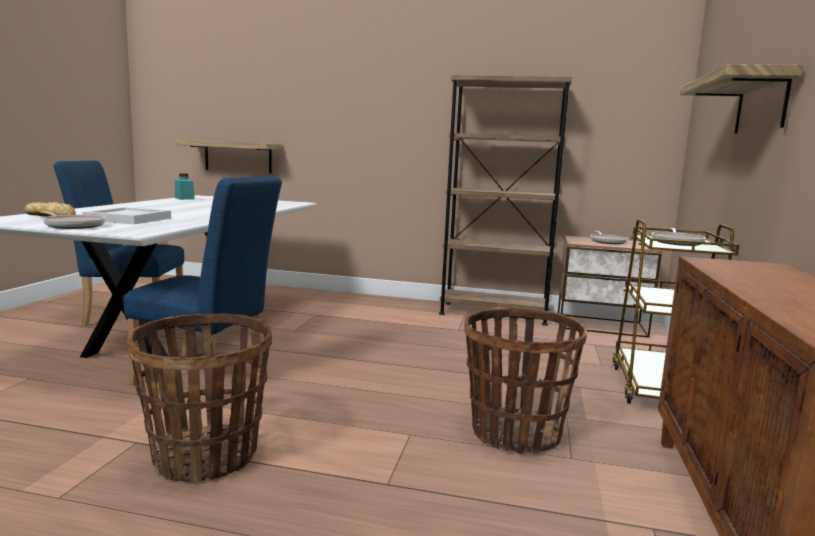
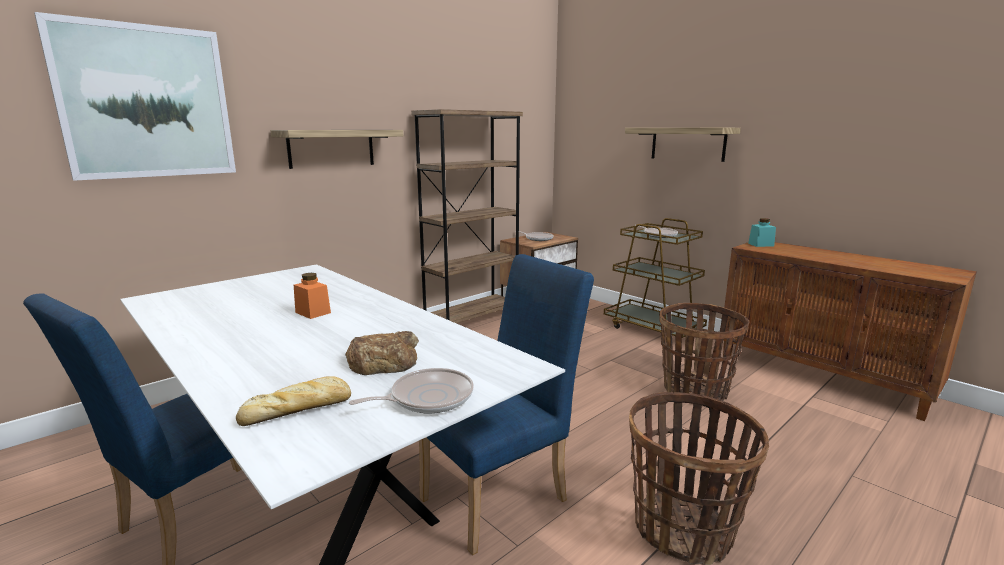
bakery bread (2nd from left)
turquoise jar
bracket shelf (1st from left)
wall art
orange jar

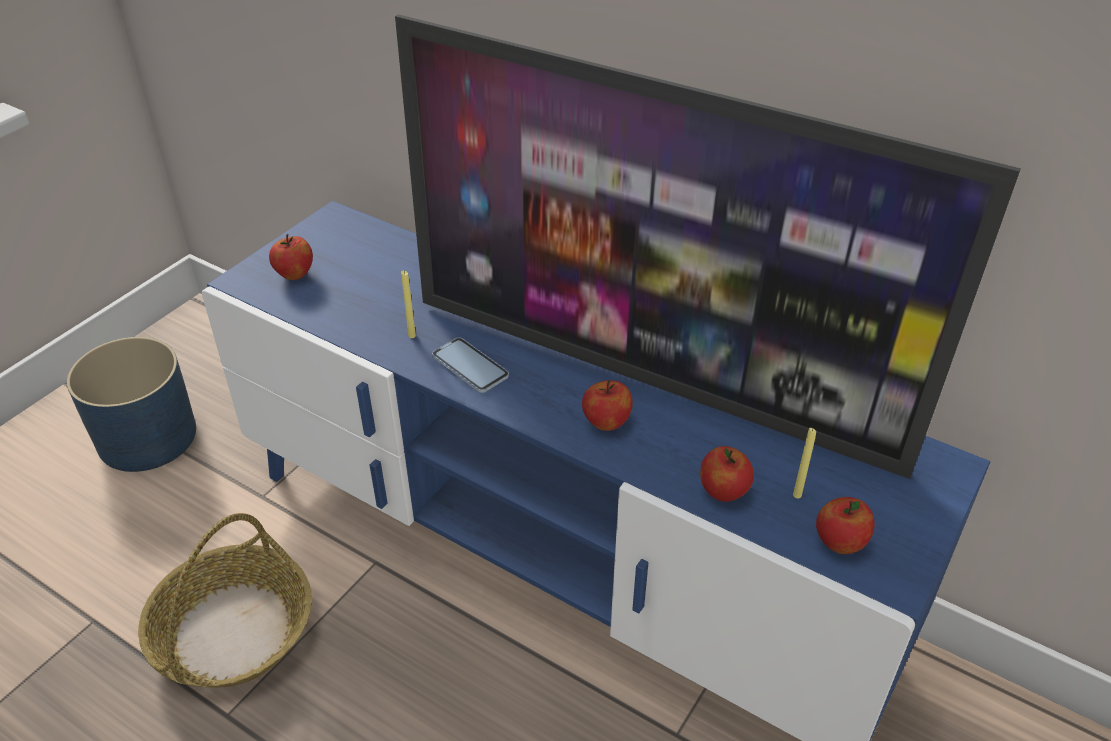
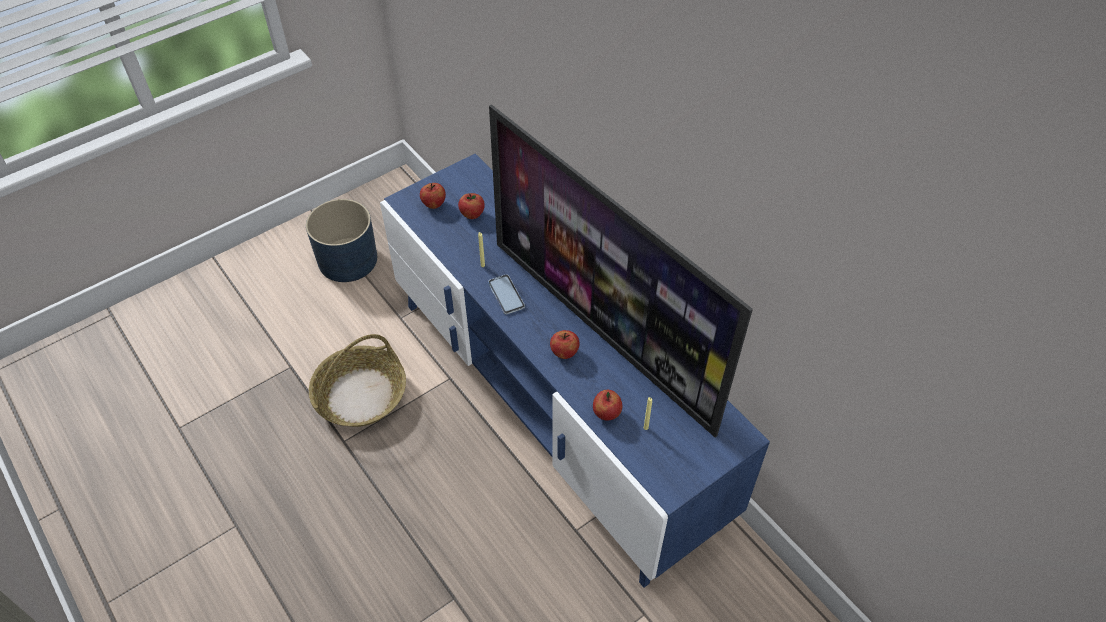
apple (2nd from left)

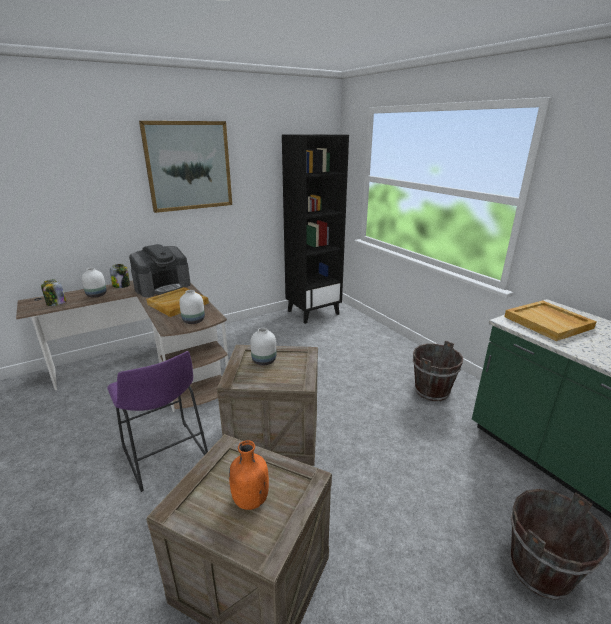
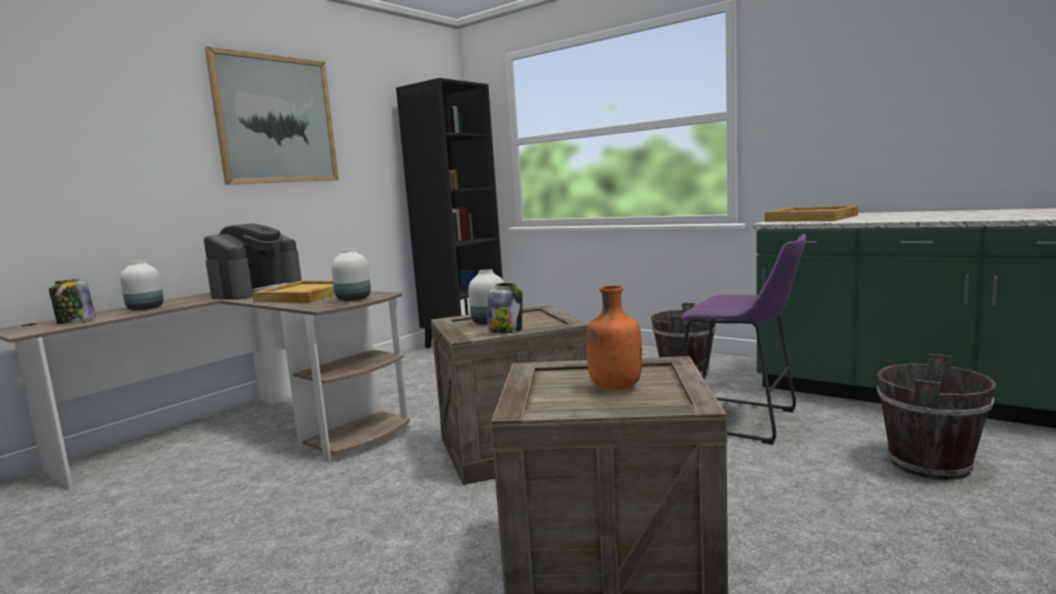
purple-coloured stool
jar (2nd from left)

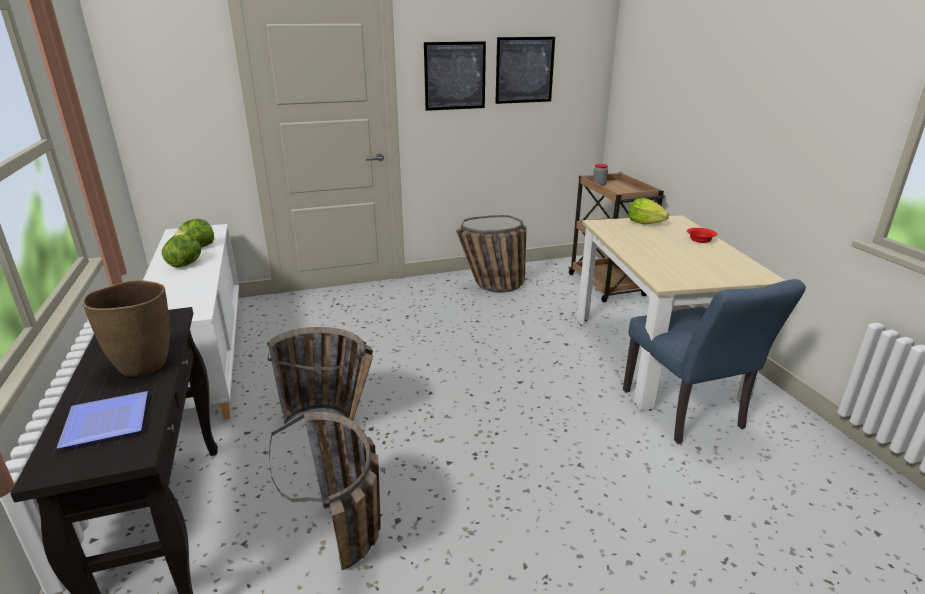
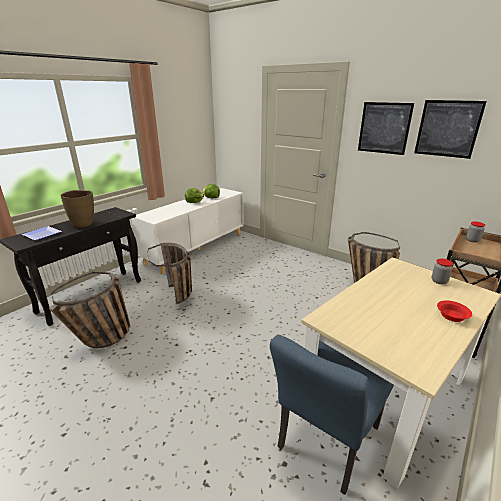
jar (1st from left)

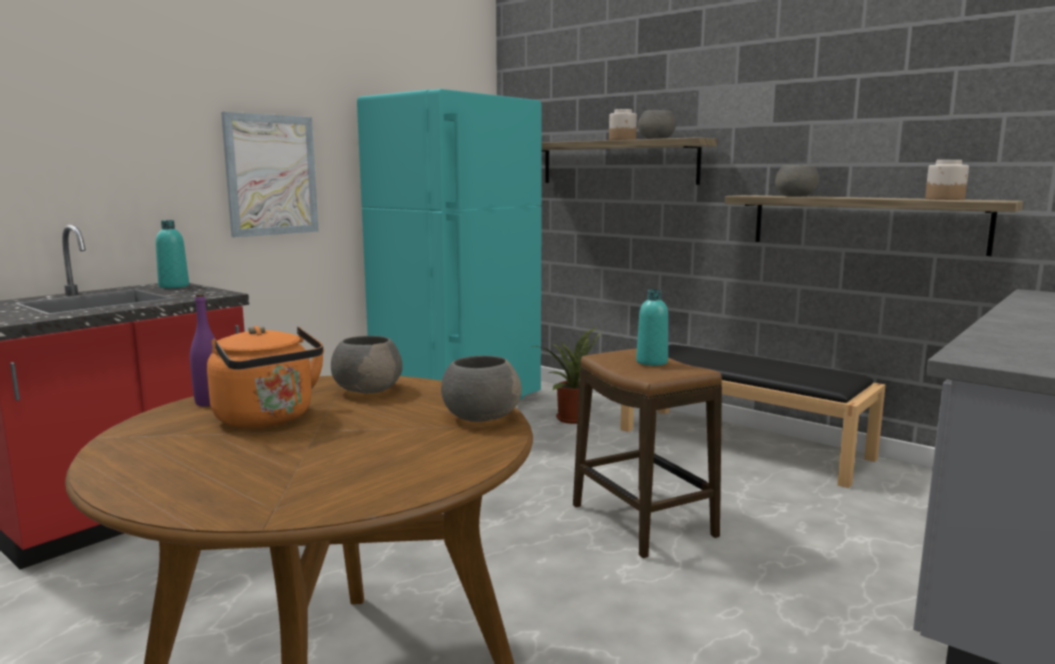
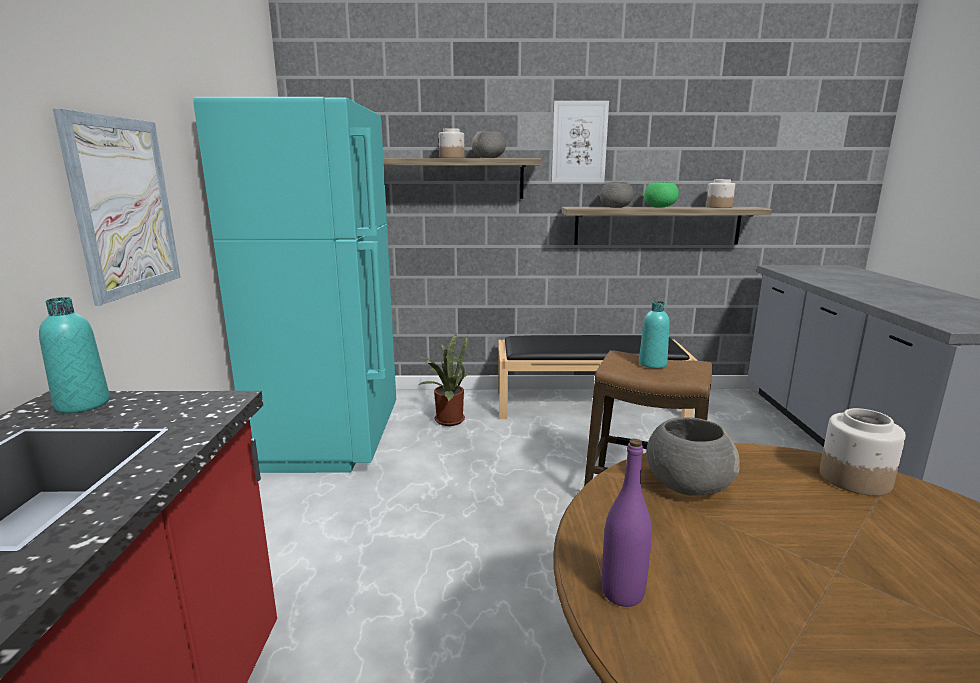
orange tea kettle
jar (3rd from left)
wall art (2nd from left)
green-coloured serving bowl

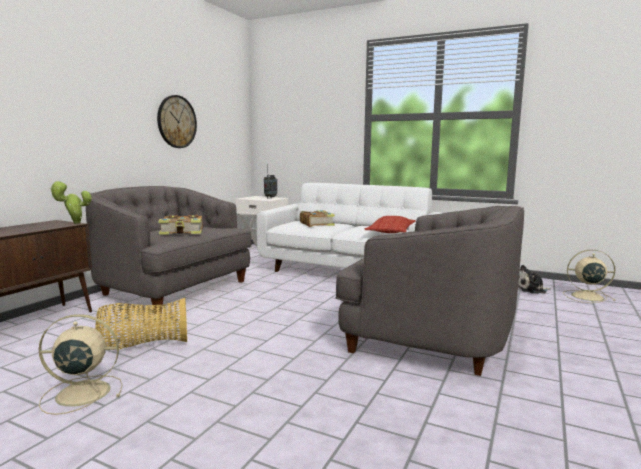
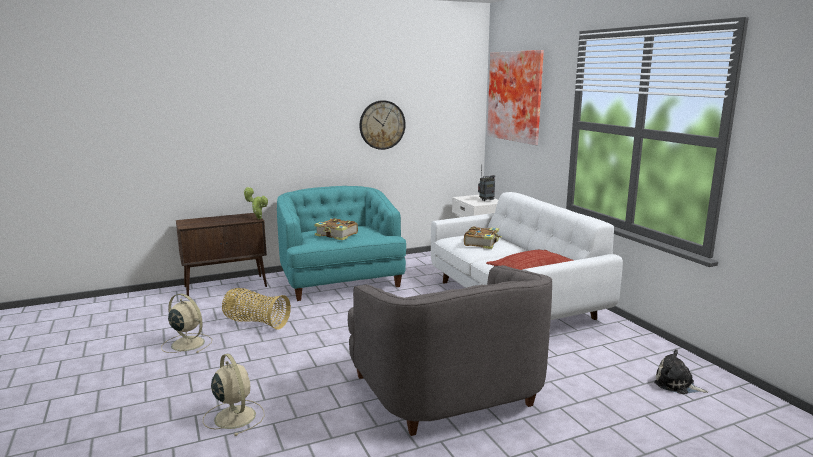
turquoise easy chair
sand-coloured cooling fan (2nd from left)
wall art

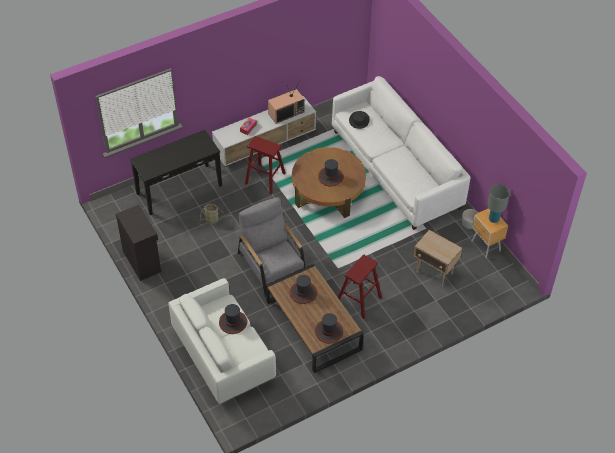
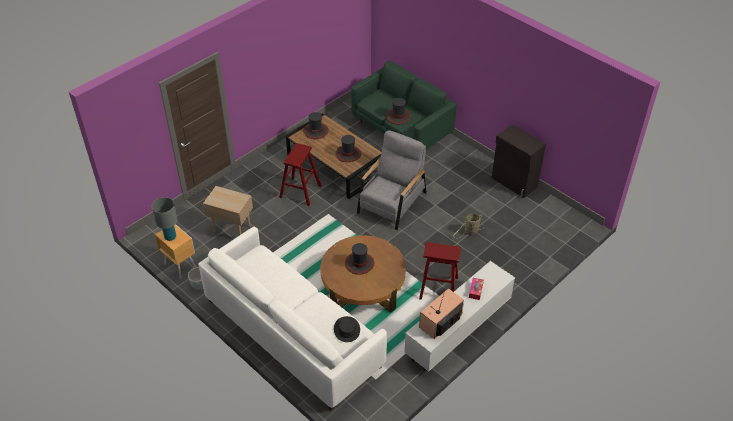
black-coloured console table
green-coloured couch
gray easy chair

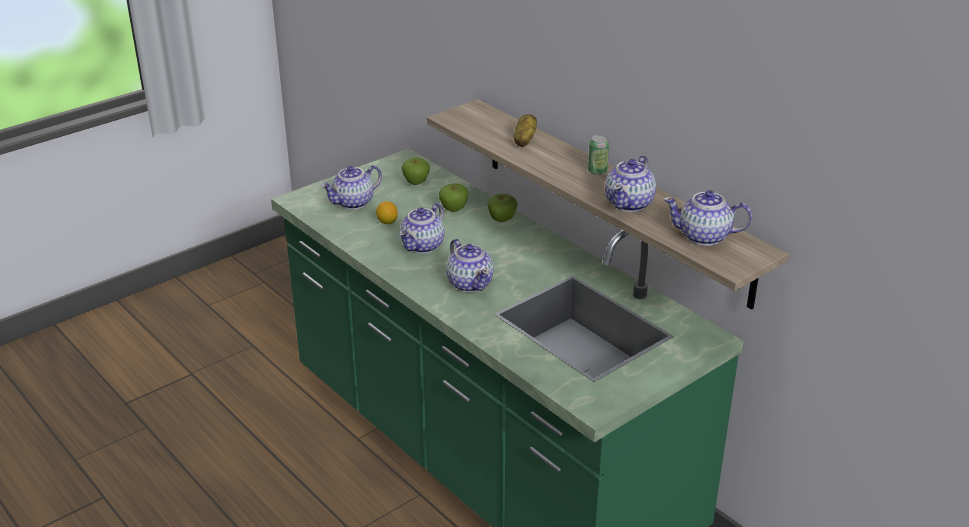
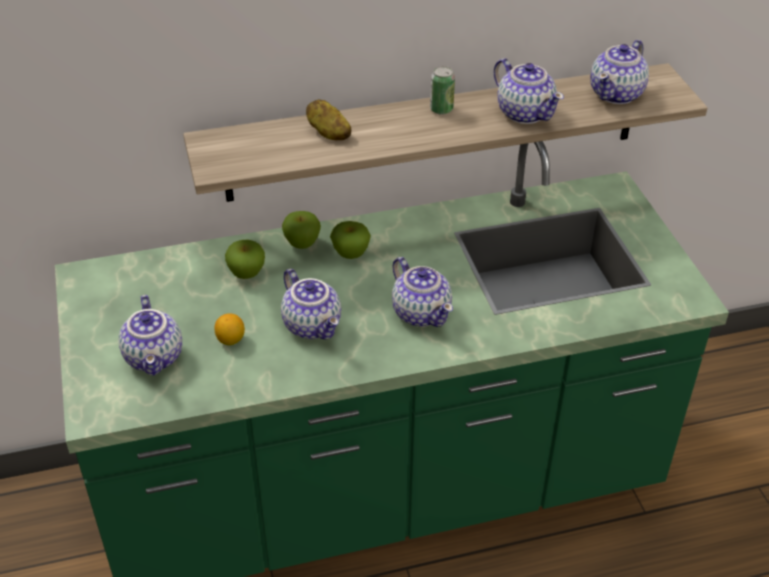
apple (3rd from left)
teapot (3rd from left)

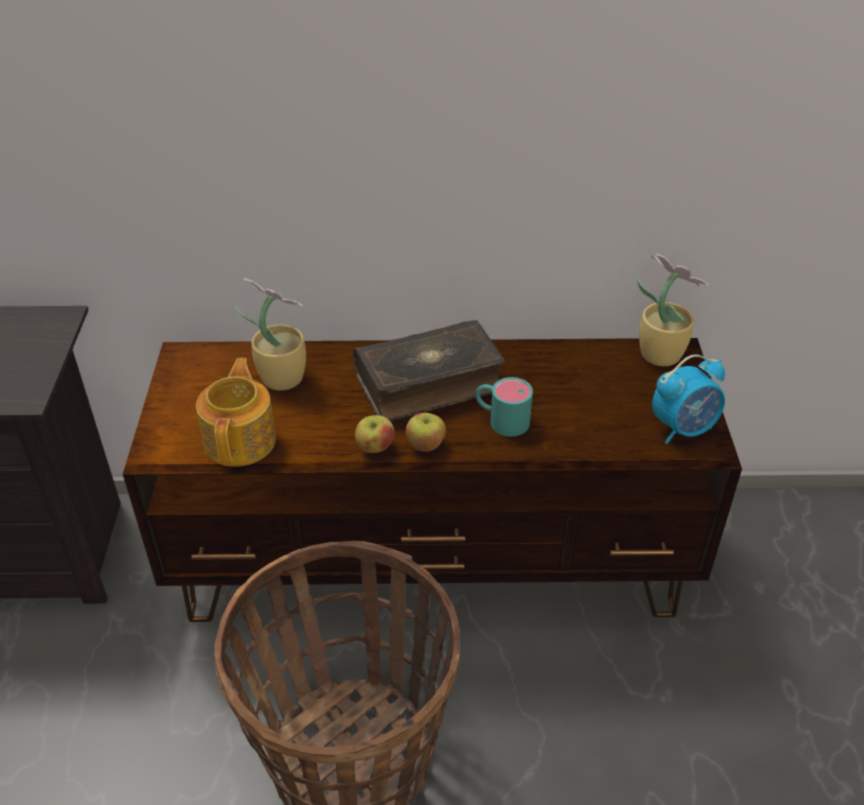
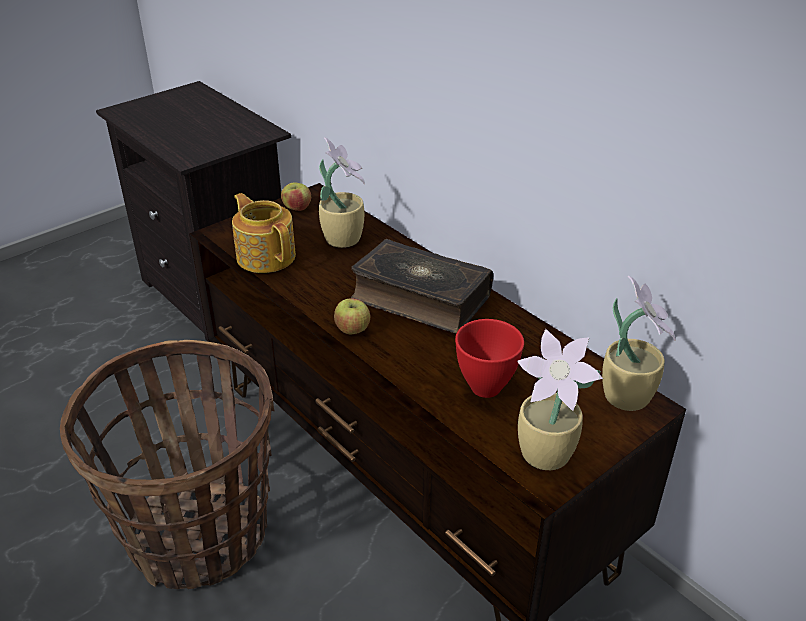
teapot
apple (1st from left)
turquoise coffee mug
plant in a pot (2nd from left)
red-coloured serving bowl

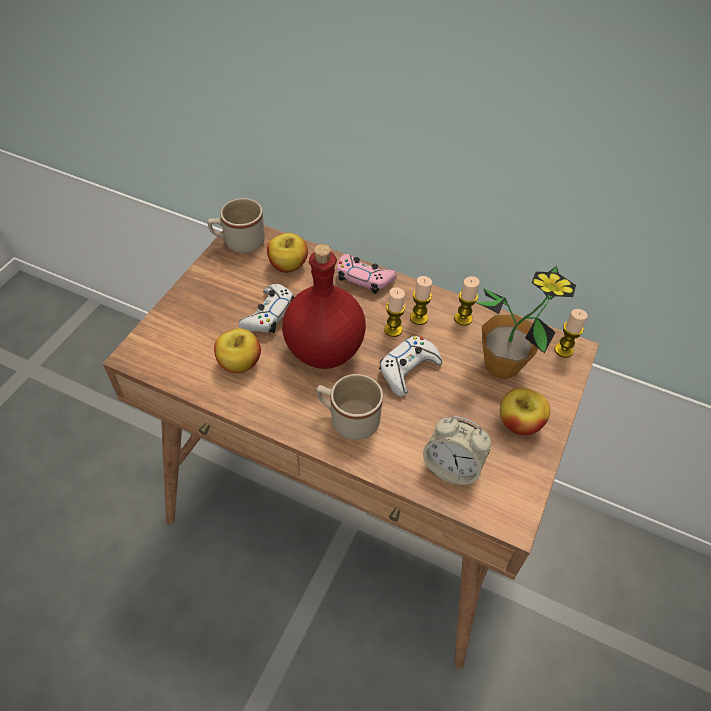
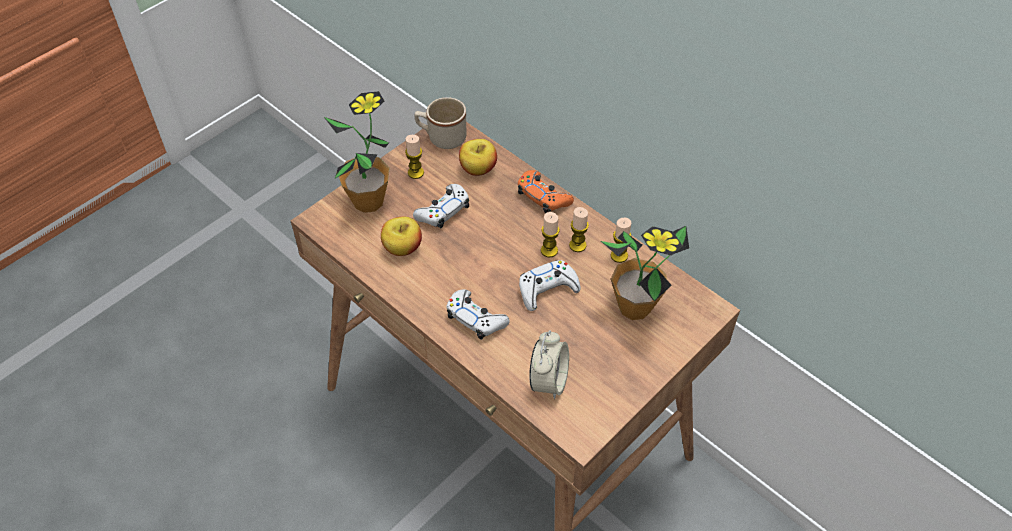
red-coloured beverage bottle
whitish joypad (2nd from left)
orange joypad
bedside clock
apple (3rd from left in the first image)
wax candle (1st from left)
plant in a pot (1st from left)

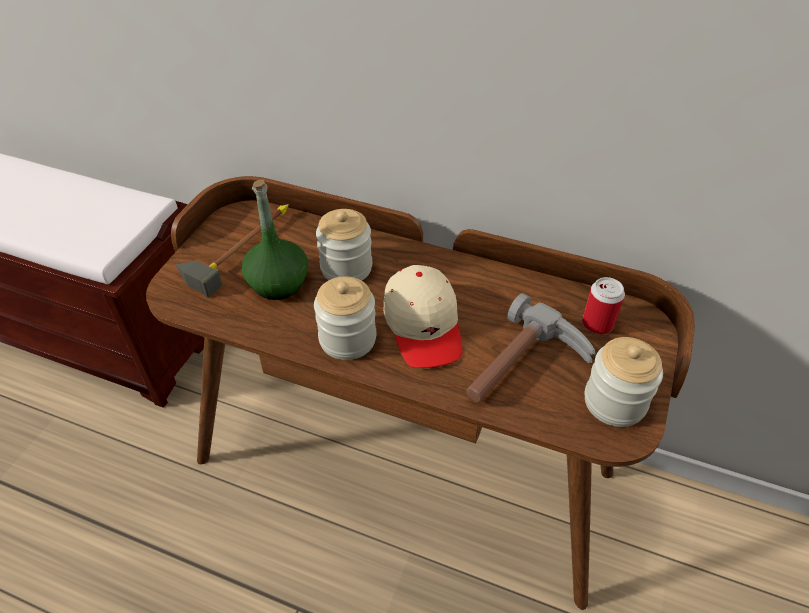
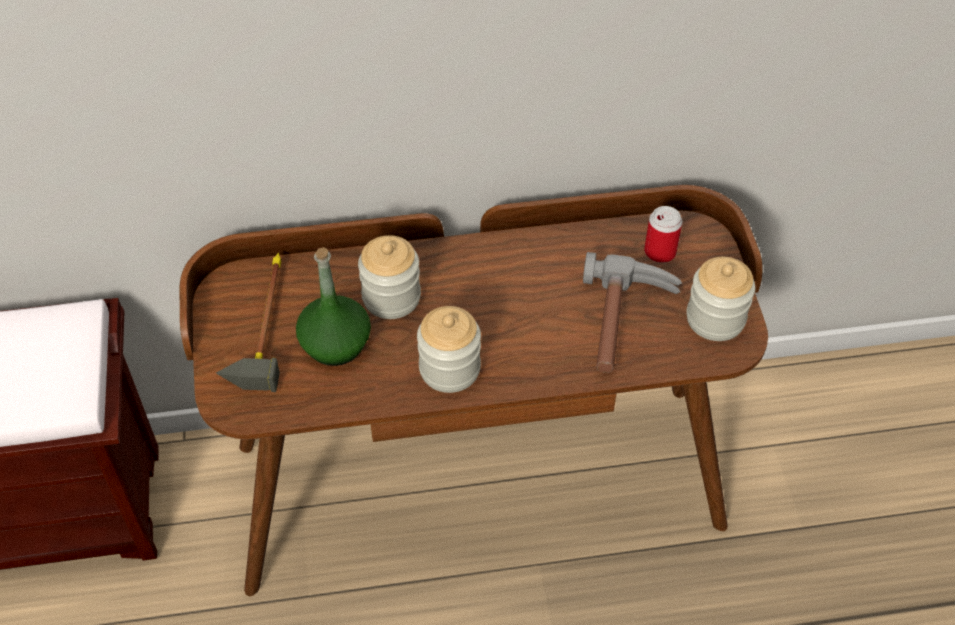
sand-coloured baseball cap

